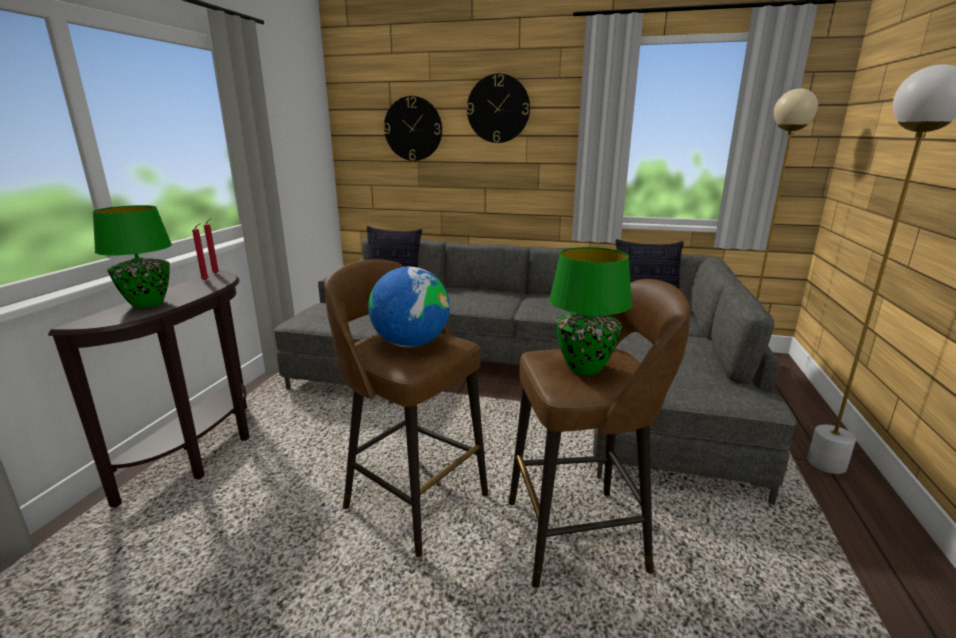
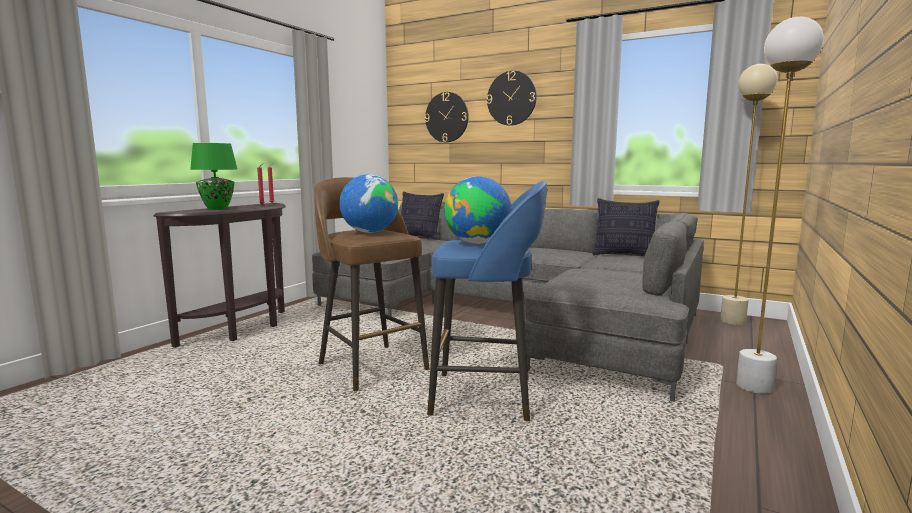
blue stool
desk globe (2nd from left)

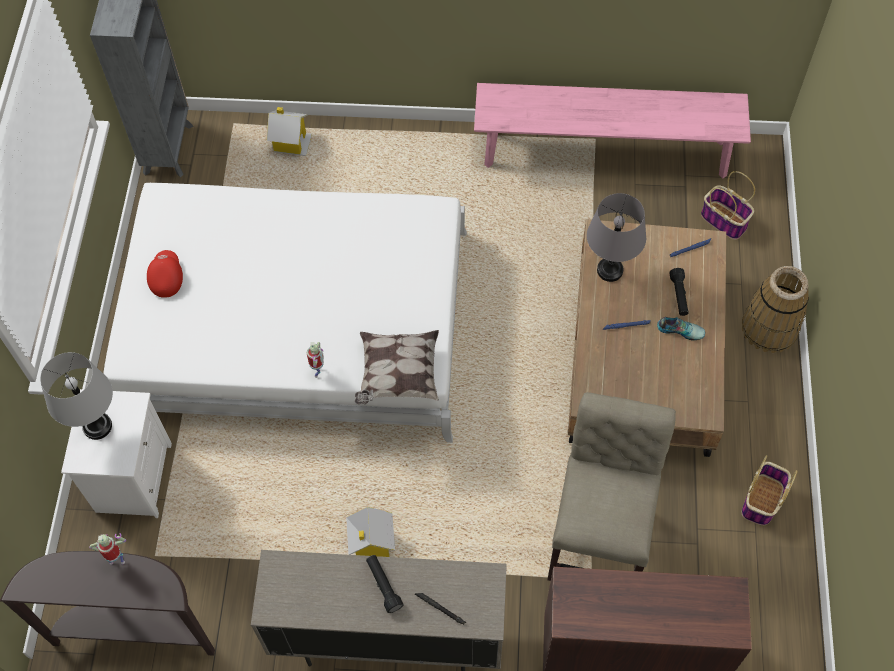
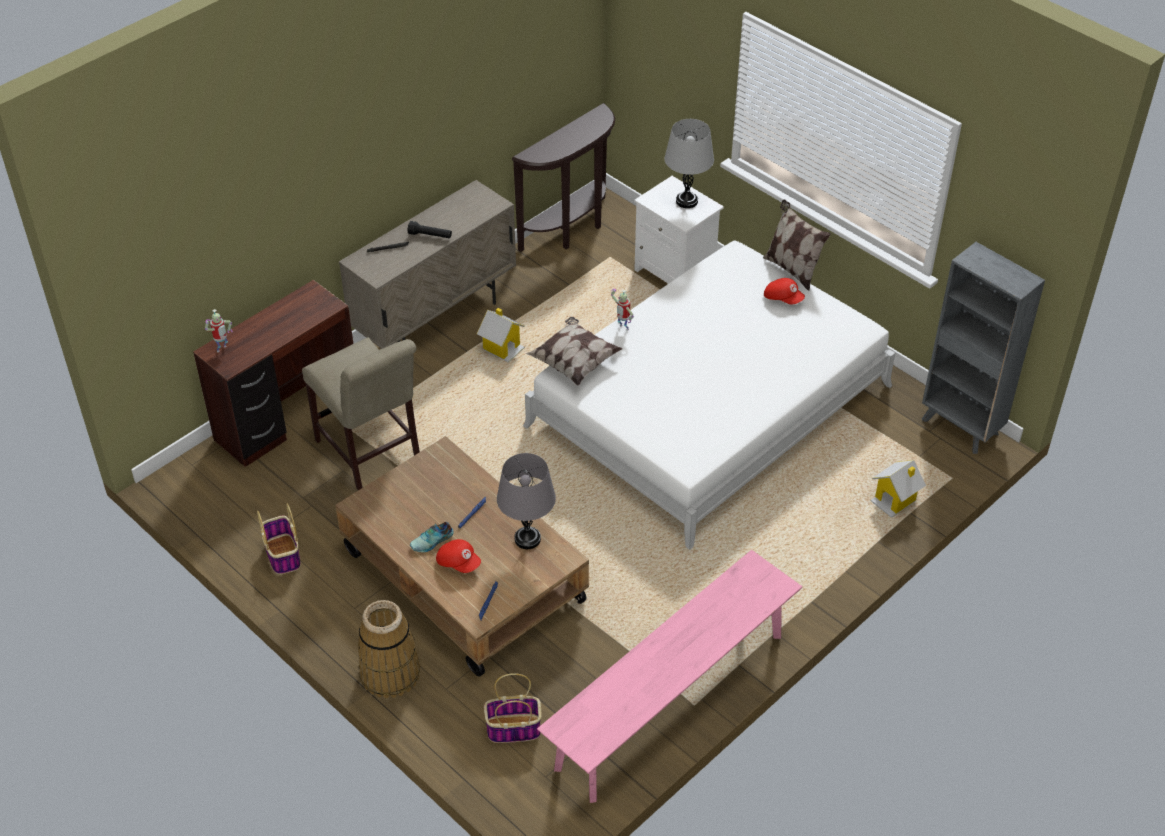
robot figure (1st from left)
red-coloured baseball cap (1st from left)
pillow (2nd from left)

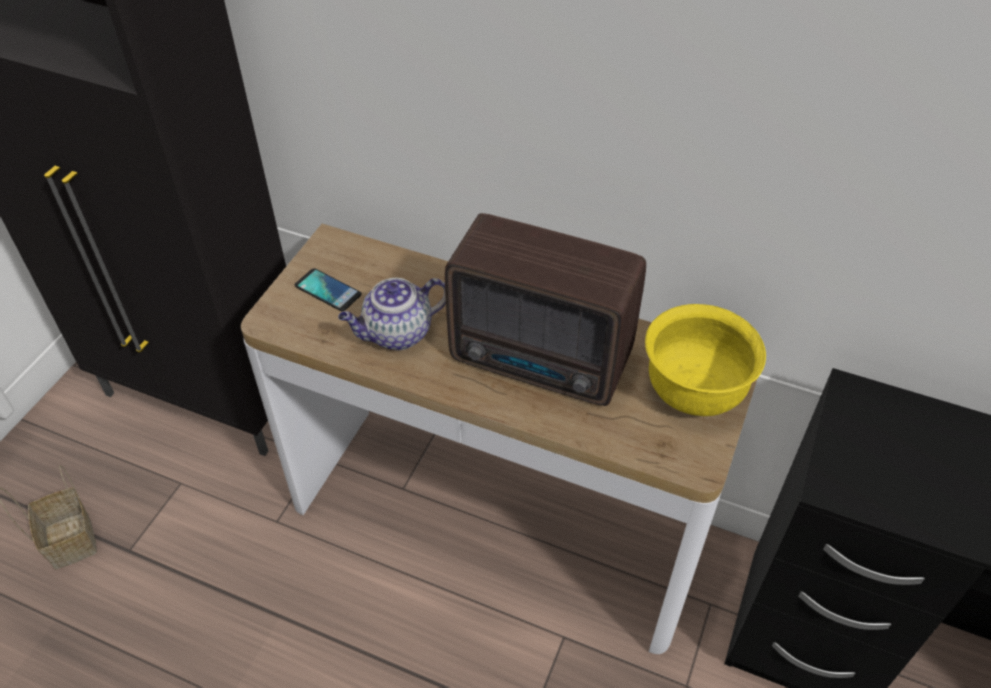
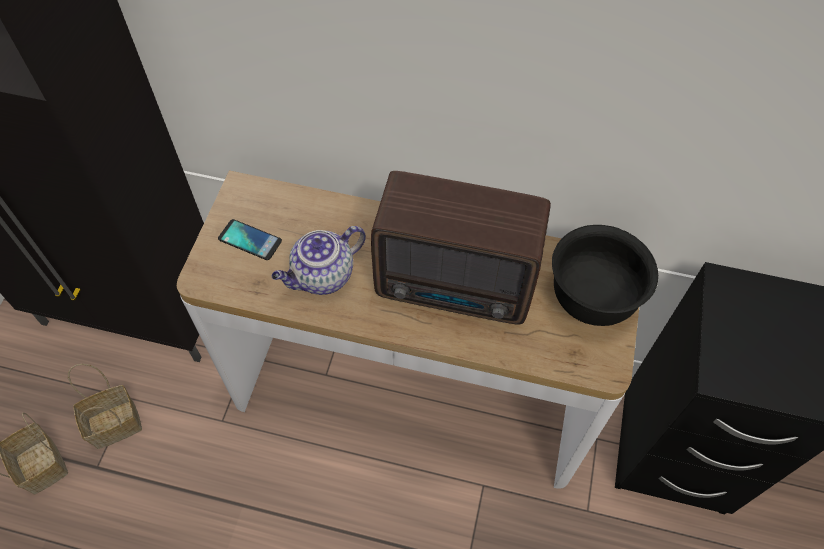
black-coloured serving bowl
storage basket (2nd from left)

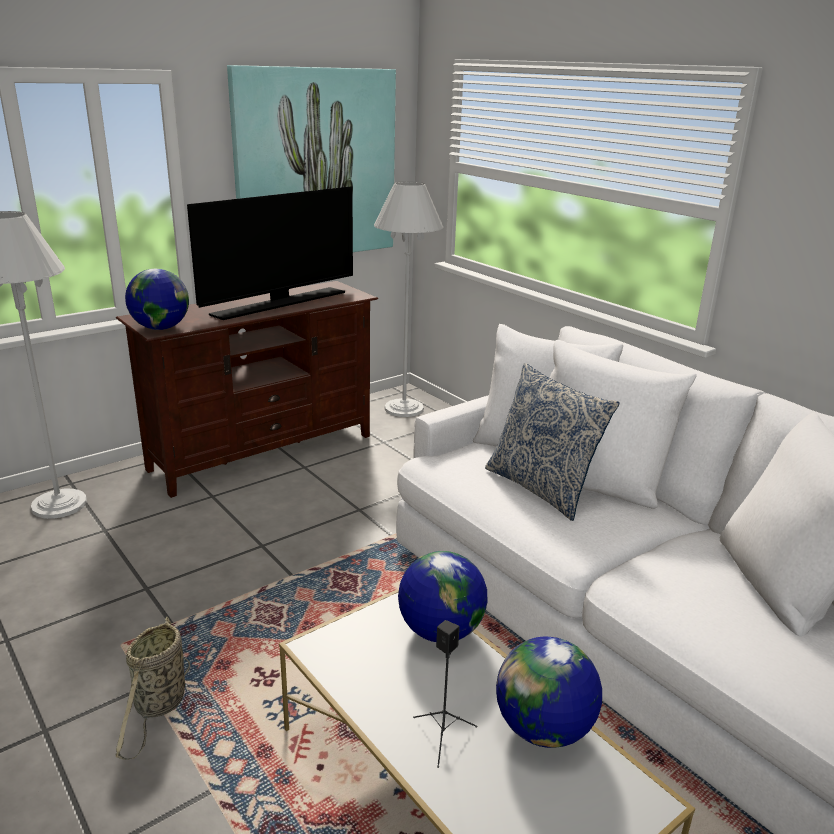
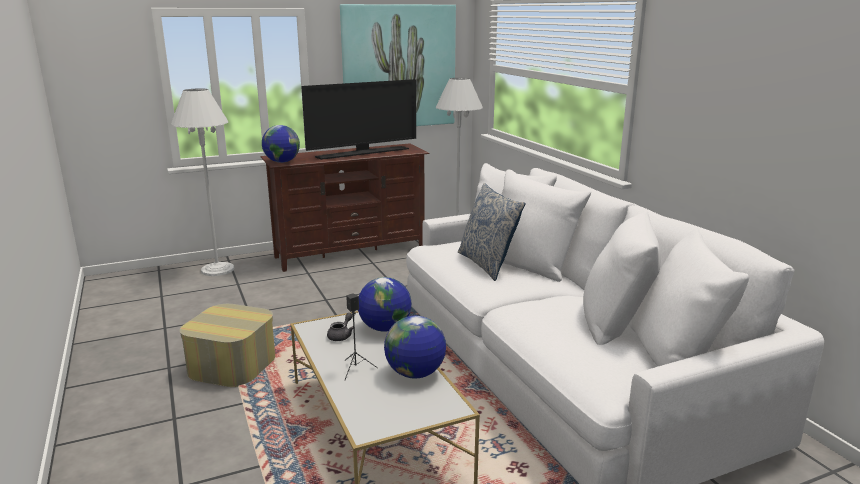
pouffe
gray teapot

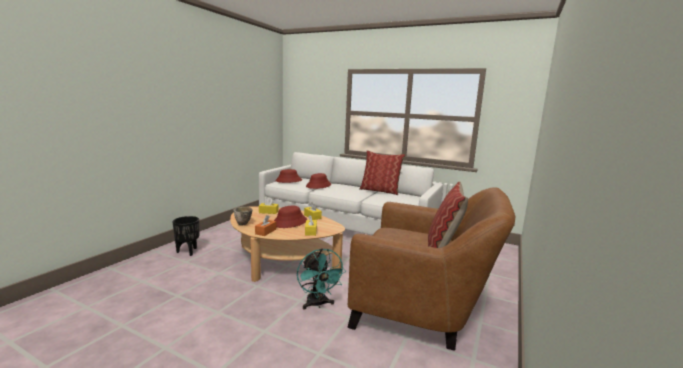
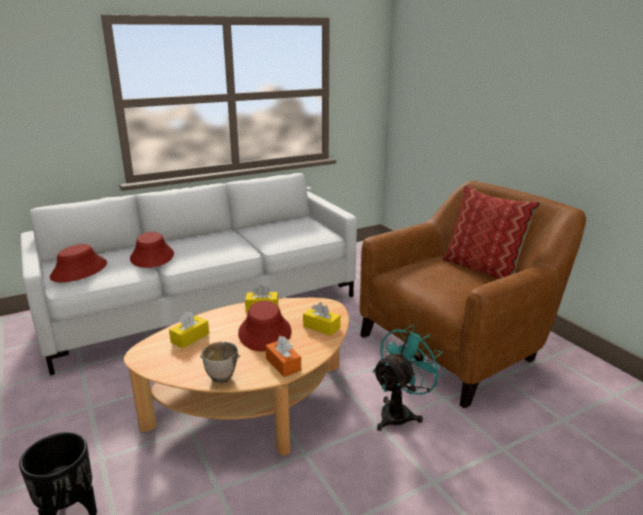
turquoise cooling fan
pillow (1st from left in the first image)

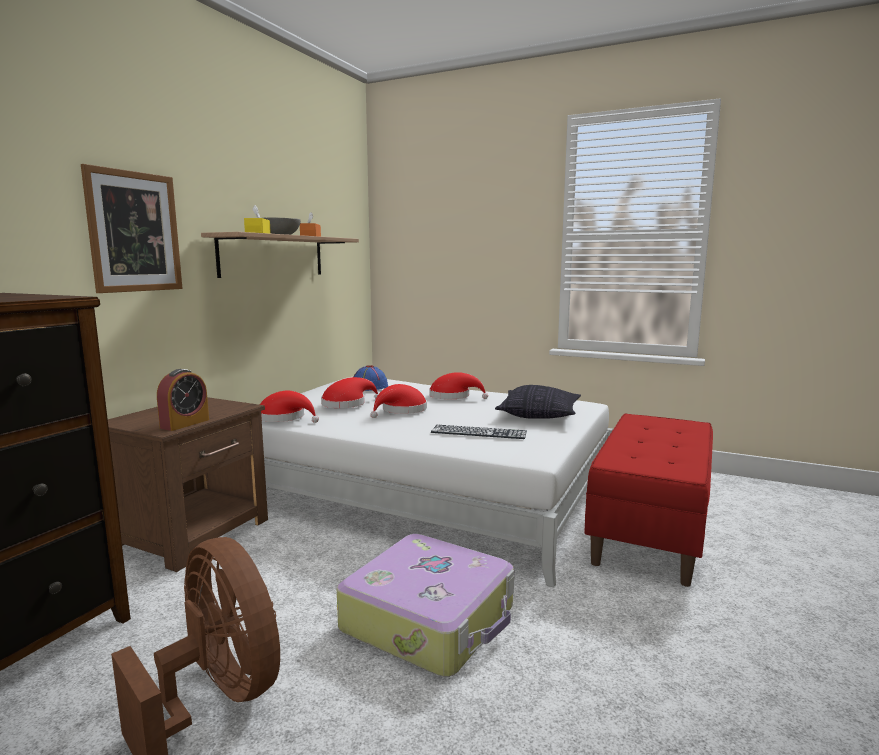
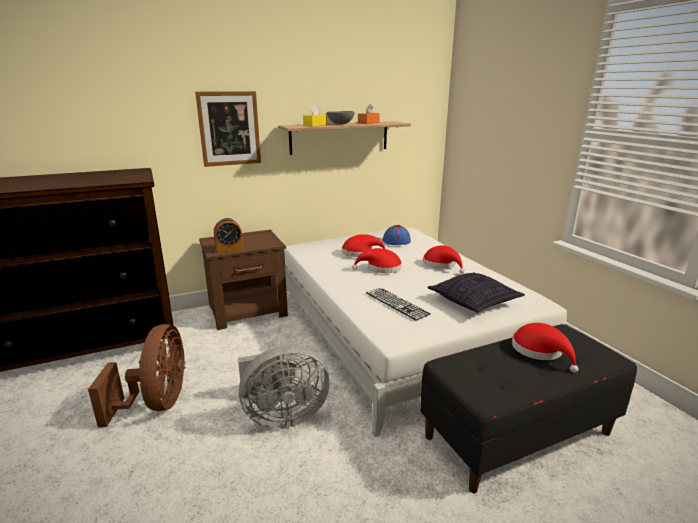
red-coloured wearable hat (4th from left)
gray cooling fan
black-coloured long seat

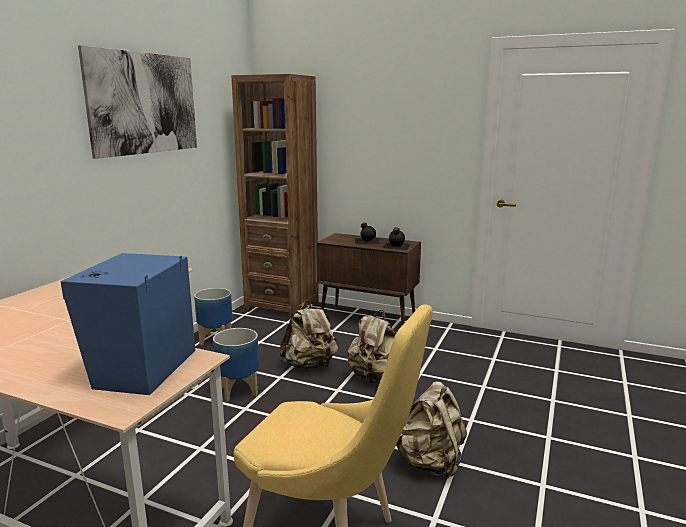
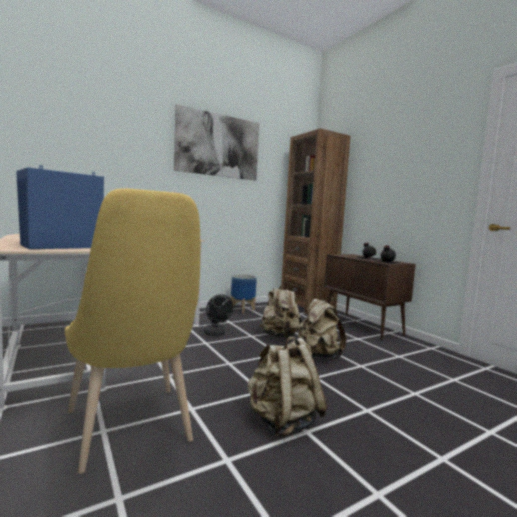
black-coloured cooling fan

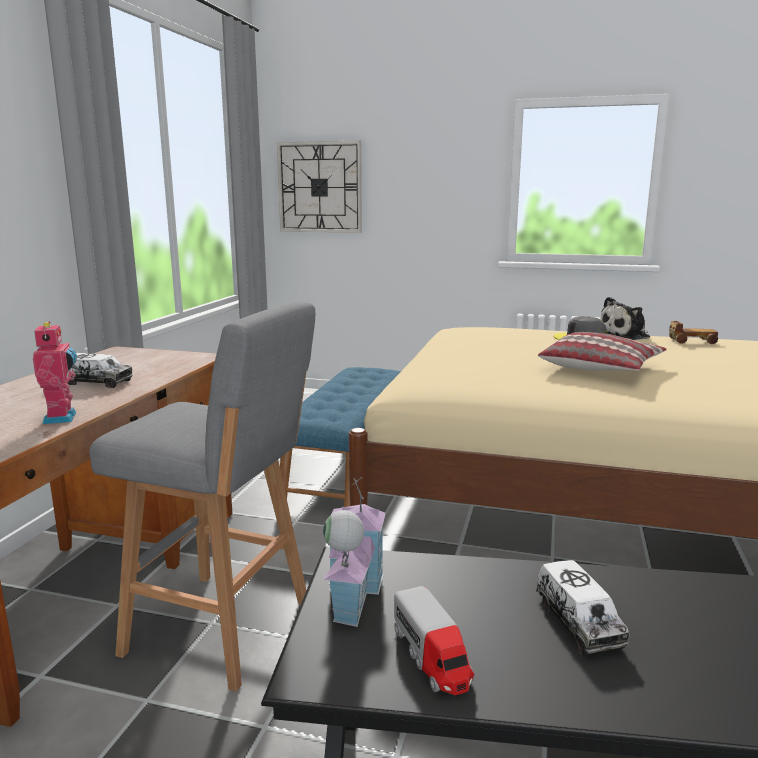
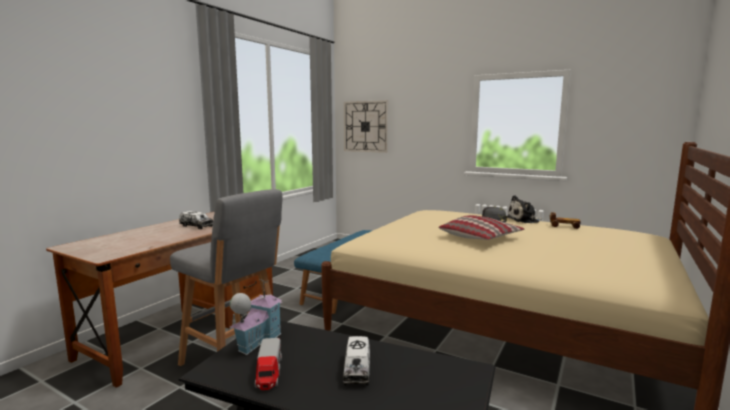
robot figure

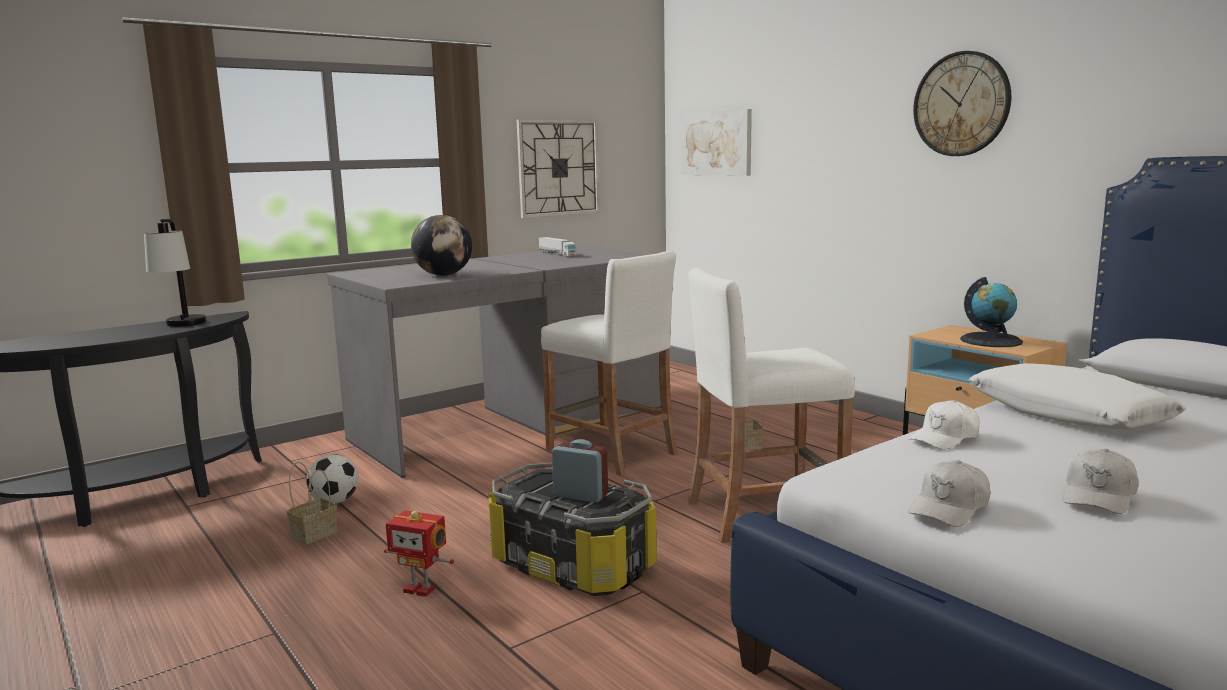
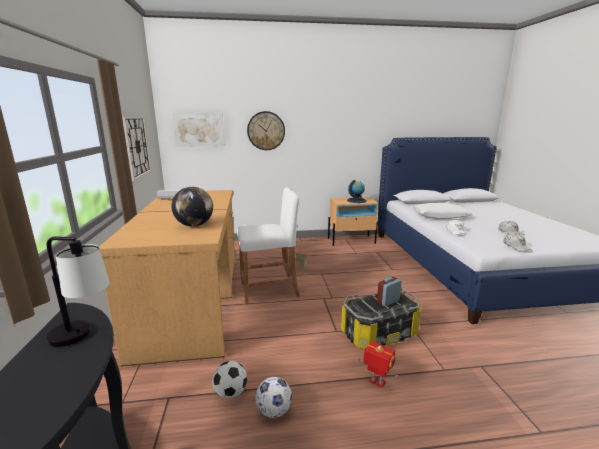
football ball (2nd from left)
brown desk unit
robot figure
whitish stool (2nd from left in the first image)
hanging clock (2nd from left)

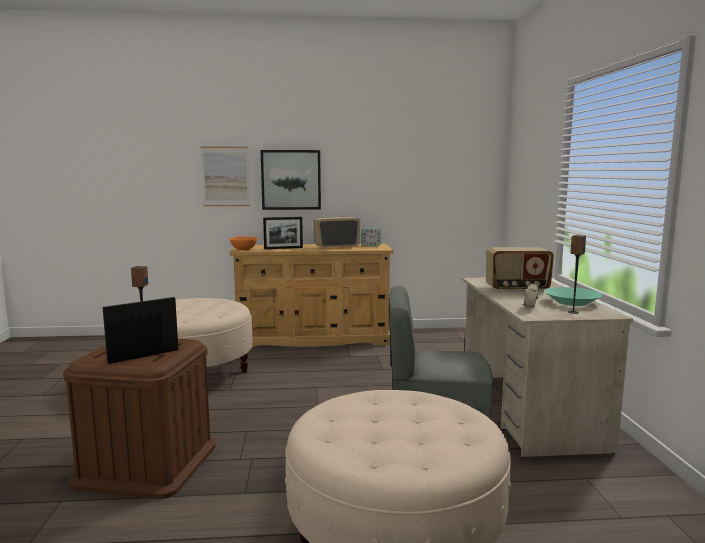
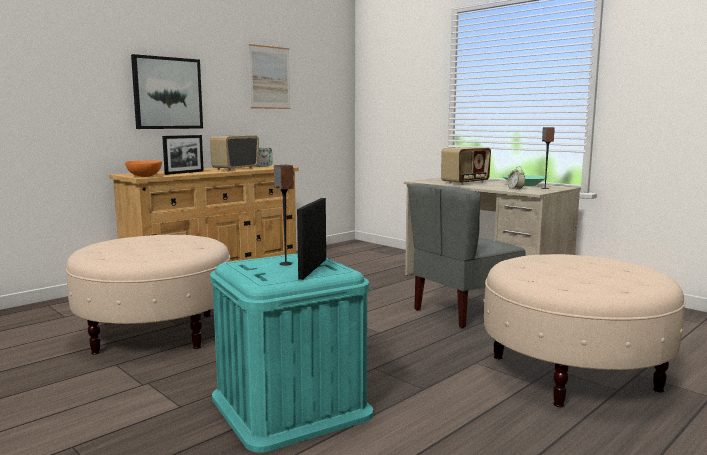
turquoise storage container
wall art (2nd from left)

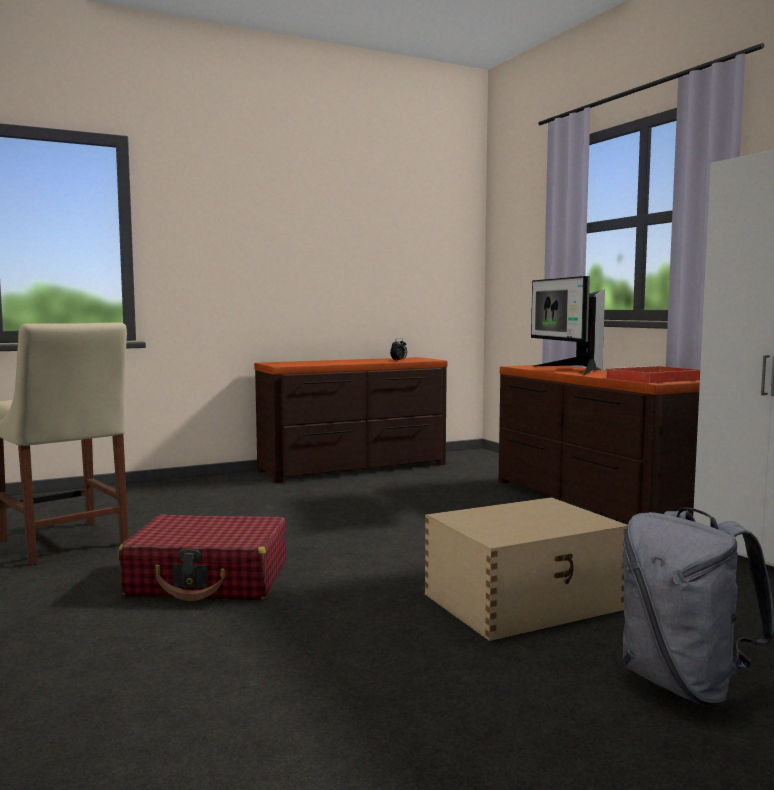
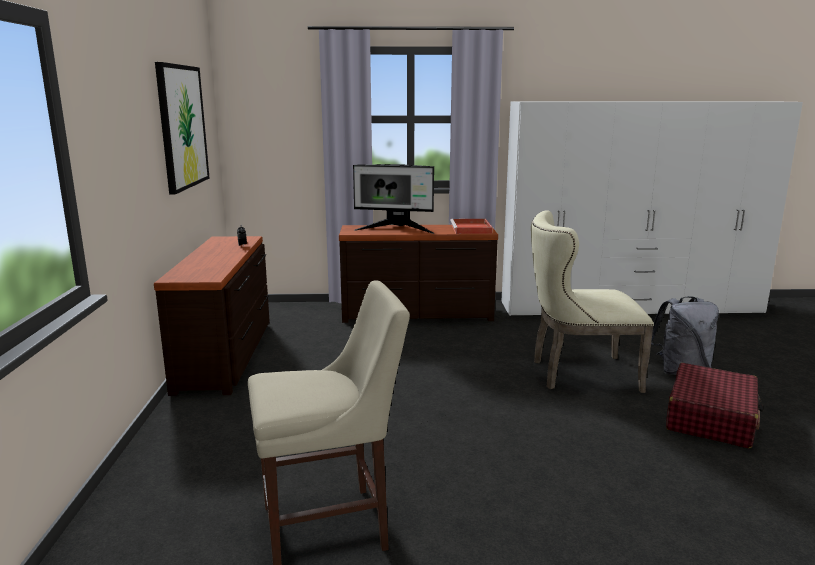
red-coloured suitcase
sand-coloured plain chair (2nd from left)
wall art

